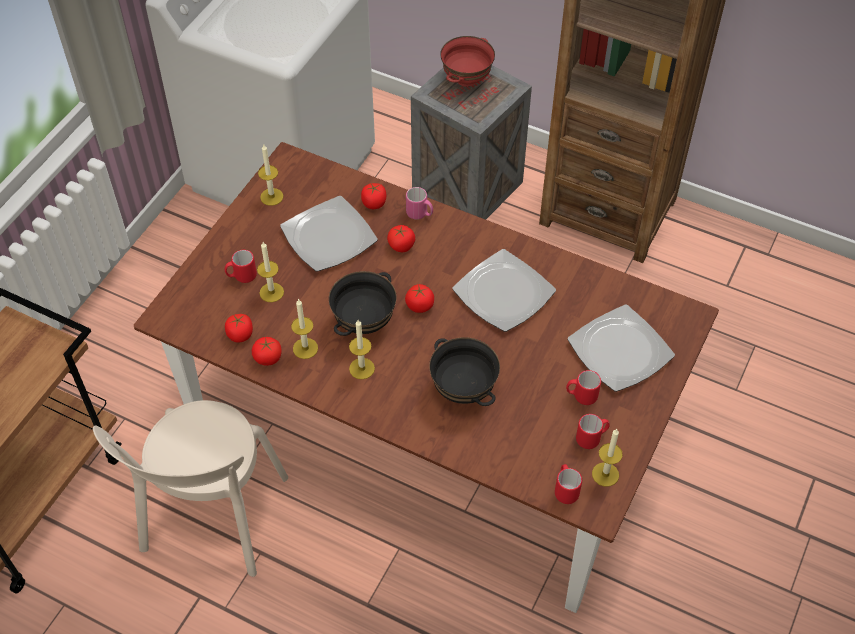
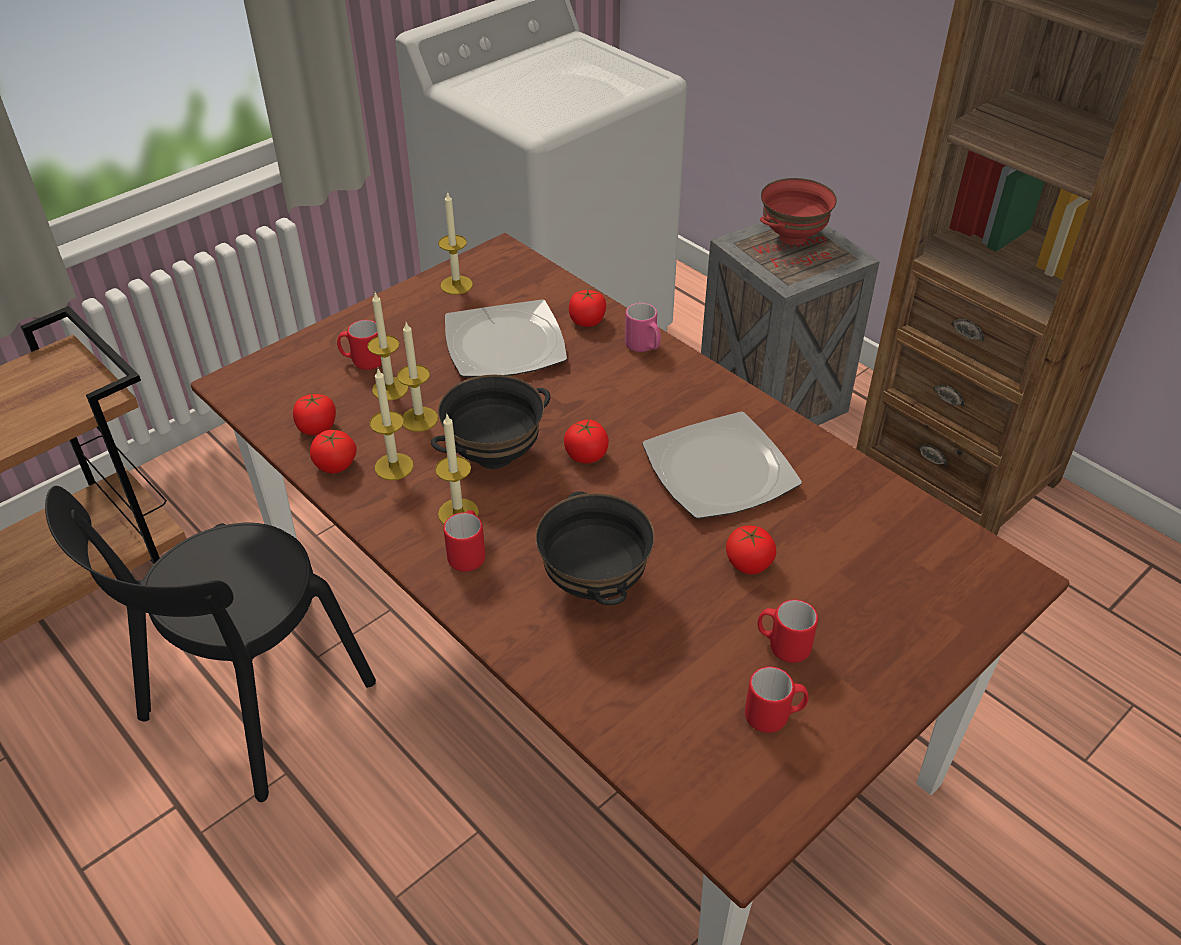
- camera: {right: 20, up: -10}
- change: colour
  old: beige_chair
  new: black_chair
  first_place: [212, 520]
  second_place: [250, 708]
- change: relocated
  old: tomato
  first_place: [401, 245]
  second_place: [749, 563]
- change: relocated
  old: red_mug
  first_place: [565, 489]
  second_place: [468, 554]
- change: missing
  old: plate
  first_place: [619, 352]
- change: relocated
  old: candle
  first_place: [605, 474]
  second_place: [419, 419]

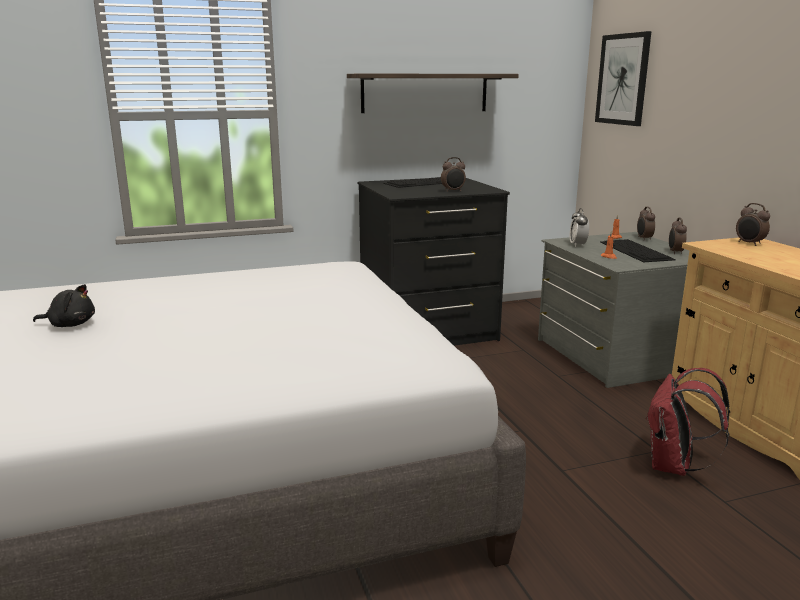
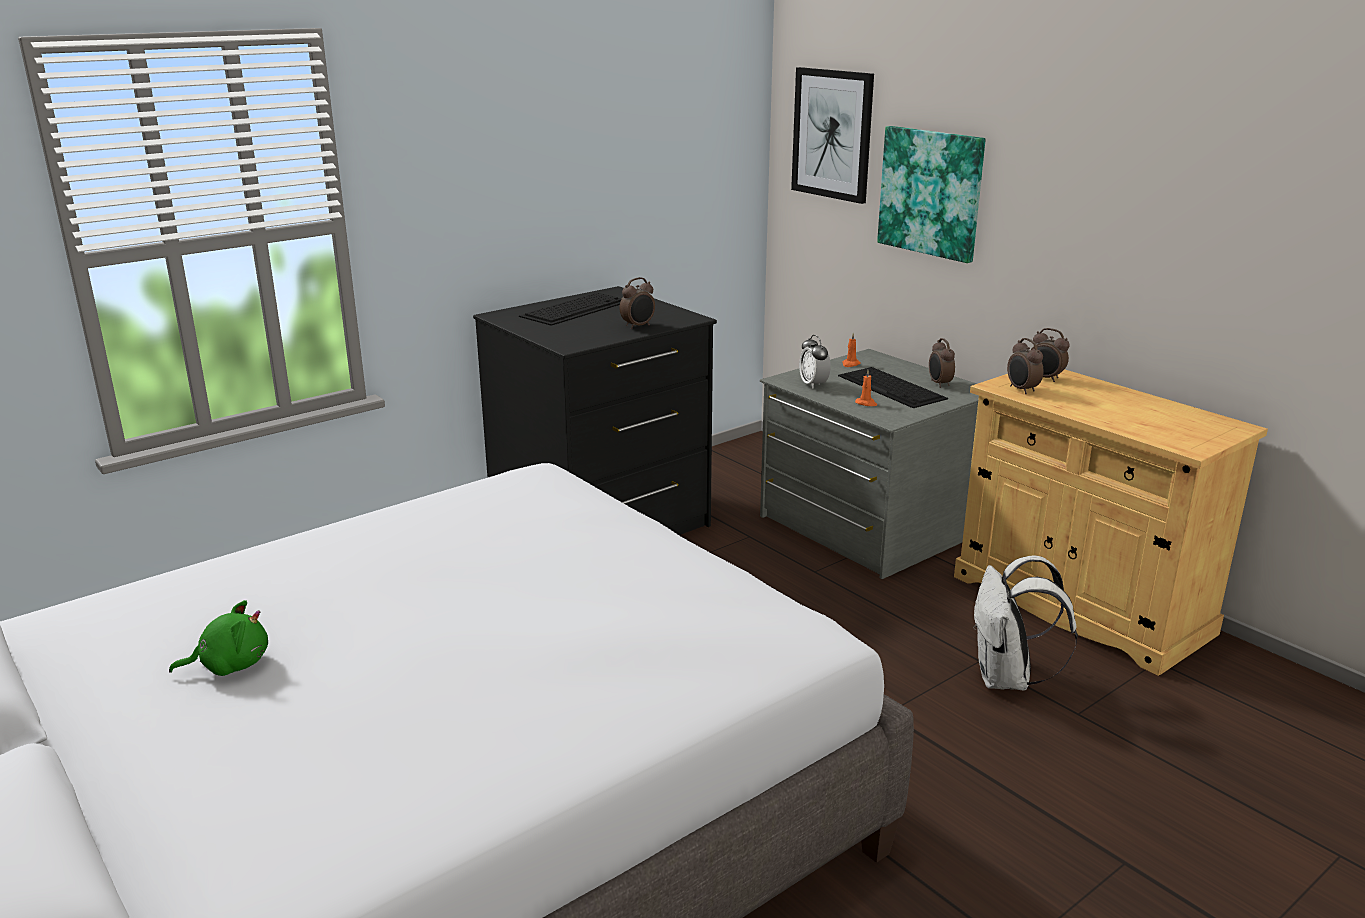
- camera: {right: -20, up: 5}
- change: colour
  old: black_plush_toy
  new: green_plush_toy
  first_place: [70, 324]
  second_place: [230, 665]
- change: missing
  old: shelf
  first_place: [425, 93]
- change: relocated
  old: alarm_clock
  first_place: [644, 239]
  second_place: [1021, 390]
- change: colour
  old: red_backpack
  new: white_backpack
  first_place: [674, 466]
  second_place: [1007, 679]
- change: appeared
  new: picture
  second_place: [931, 192]

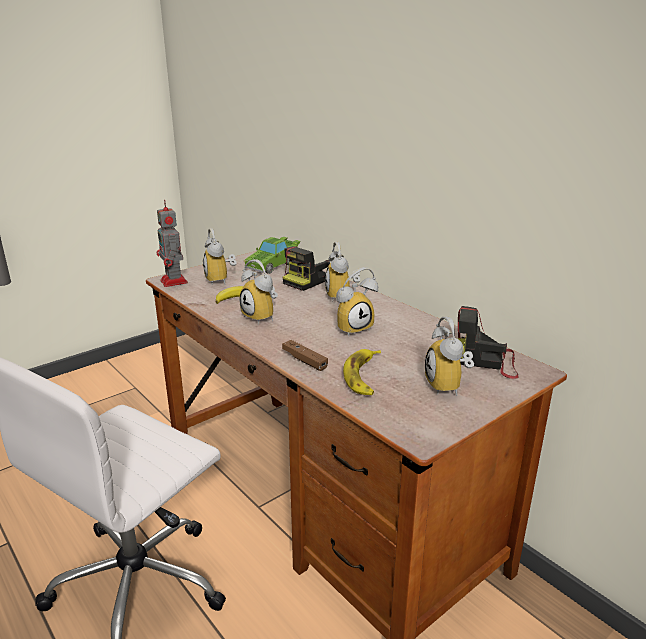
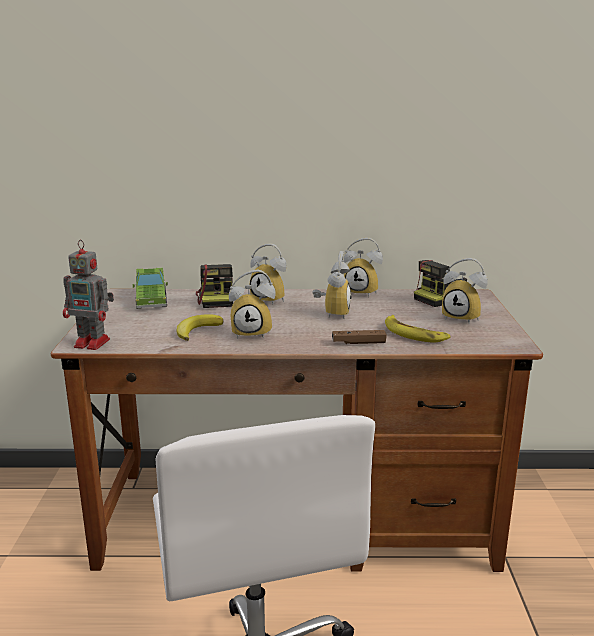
- camera: {right: -50, up: -5}
- change: relocated
  old: alarm_clock
  first_place: [221, 280]
  second_place: [363, 292]

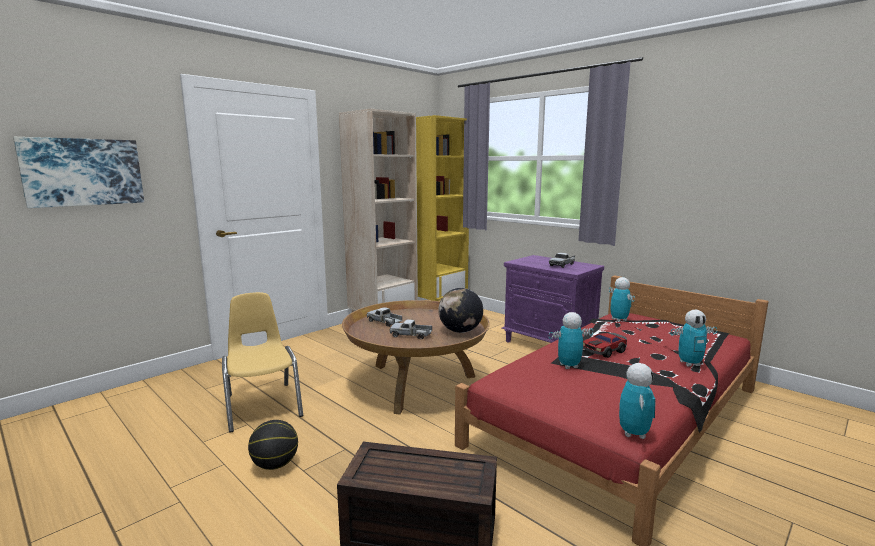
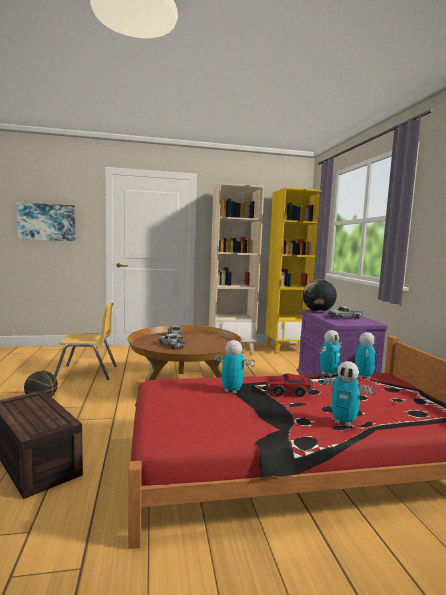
- camera: {right: 35, up: -5}
- change: spun
  old: yellow_chair
  first_place: [263, 405]
  second_place: [87, 372]
  degrees: 75
- change: relocated
  old: globe
  first_place: [460, 331]
  second_place: [318, 311]
- change: relocated
  old: toy_robot
  first_place: [633, 433]
  second_place: [329, 374]

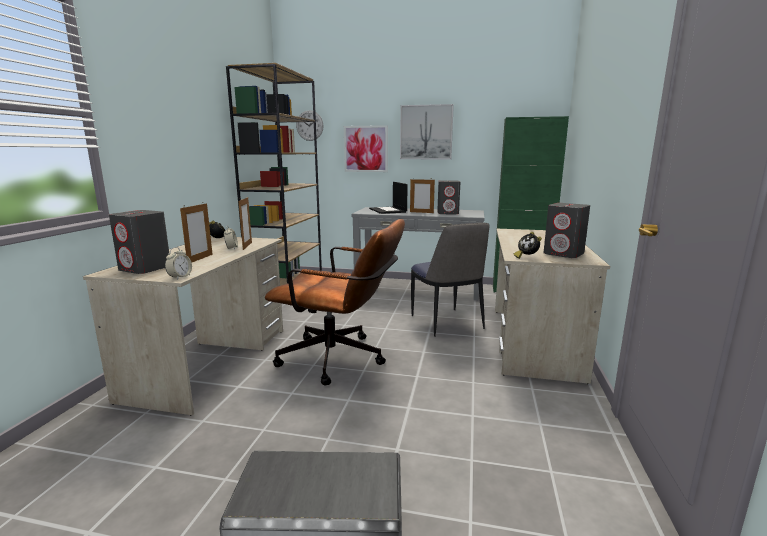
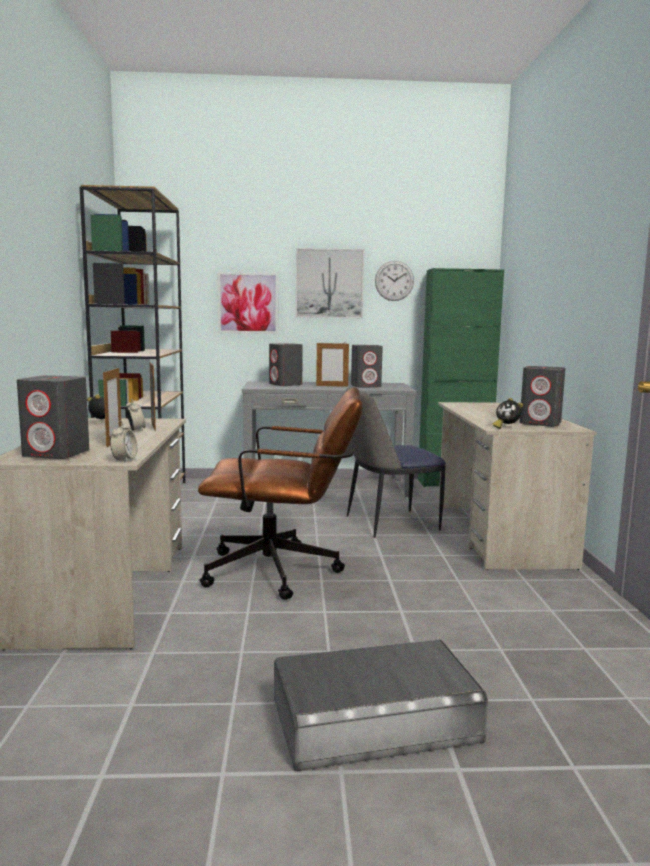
- camera: {right: -15, up: -5}
- change: relocated
  old: wall_clock
  first_place: [309, 125]
  second_place: [394, 281]
- change: exchanged
  old: laptop
  new: grey_speaker
  first_place: [388, 210]
  second_place: [285, 384]
- change: spun
  old: chair
  first_place: [447, 323]
  second_place: [389, 523]
  degrees: 105

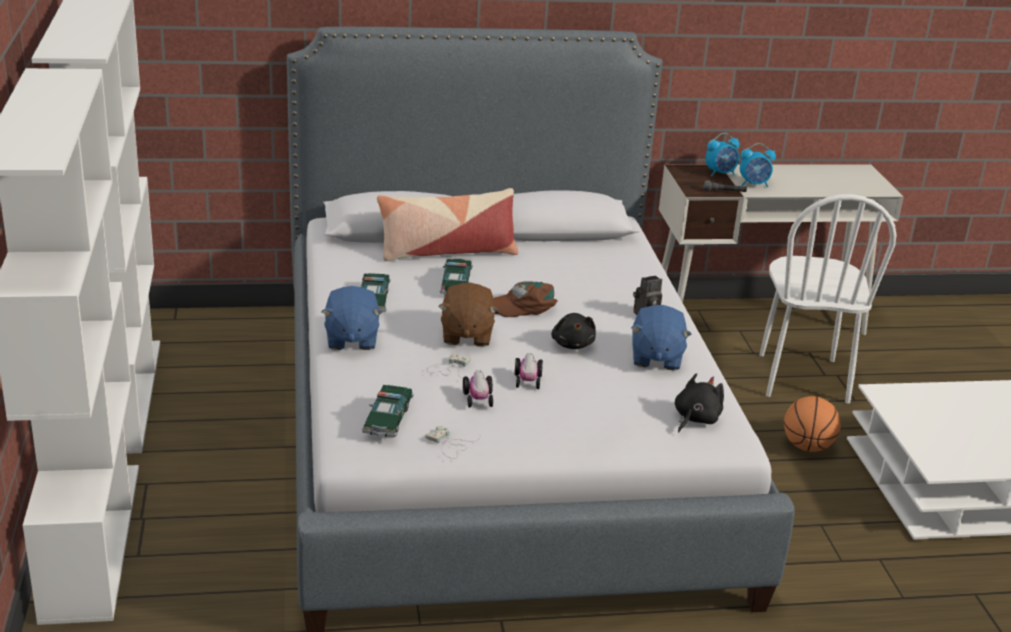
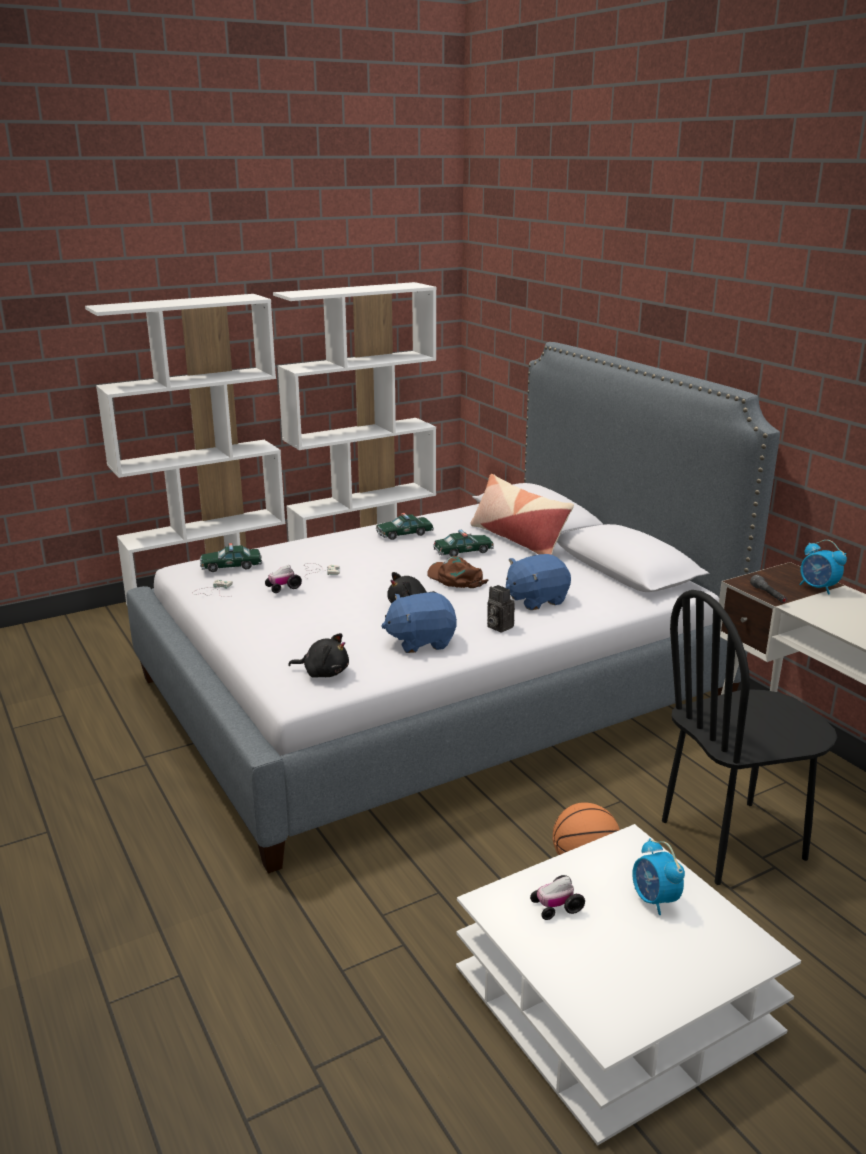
- camera: {right: 70, up: -5}
- change: relocated
  old: blue_plush_toy
  first_place: [351, 339]
  second_place: [536, 600]
- change: missing
  old: brown_plush_toy
  first_place: [466, 335]
- change: relocated
  old: toy_car
  first_place: [527, 380]
  second_place: [556, 906]
- change: relocated
  old: alarm_clock
  first_place: [754, 184]
  second_place: [654, 900]
- change: colour
  old: white_chair
  new: black_chair
  first_place: [802, 378]
  second_place: [733, 840]

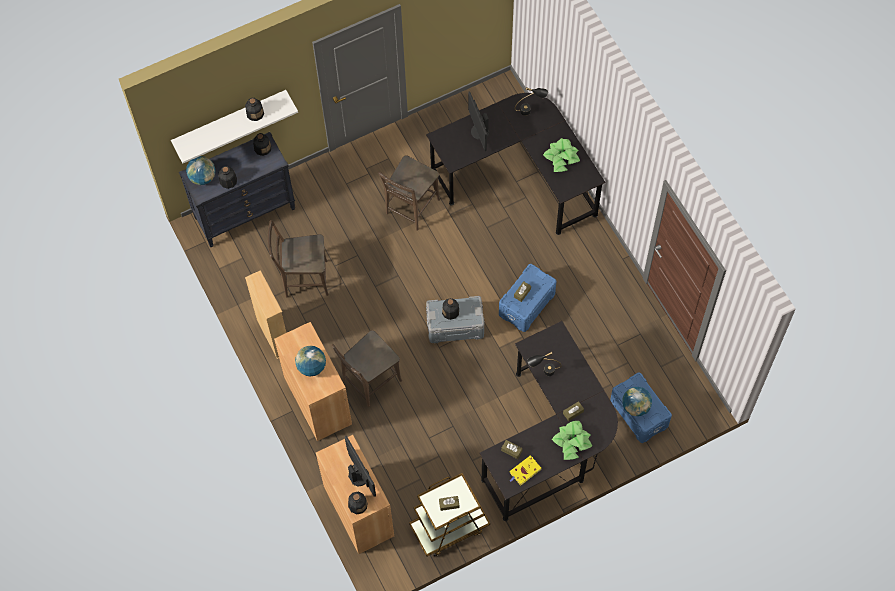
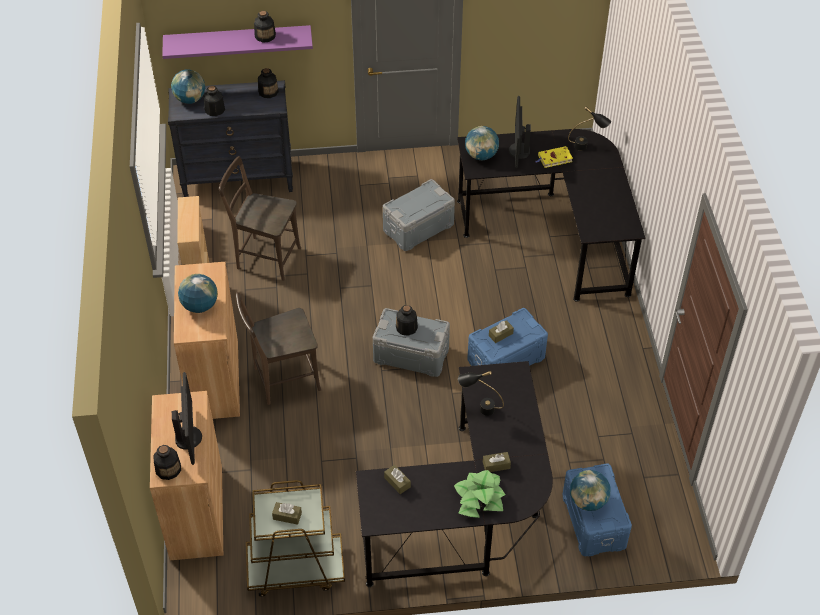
- camera: {right: 20, up: -15}
- change: colour
  old: white_shelf
  new: purple_shelf
  first_place: [230, 120]
  second_place: [238, 41]
- change: exchanged
  old: brown_chair
  new: grey_storage_box
  first_place: [410, 208]
  second_place: [418, 227]
- change: relocated
  old: yellow_book
  first_place: [524, 471]
  second_place: [554, 159]
- change: missing
  old: potted_plant
  first_place: [561, 157]
- change: appeared
  new: globe
  second_place: [481, 155]

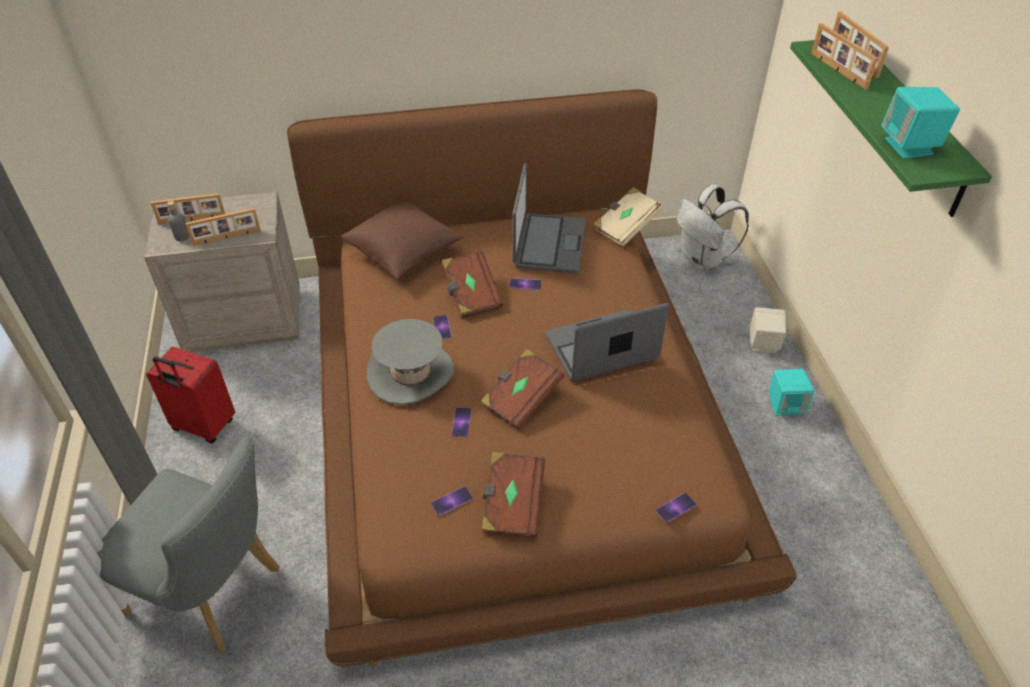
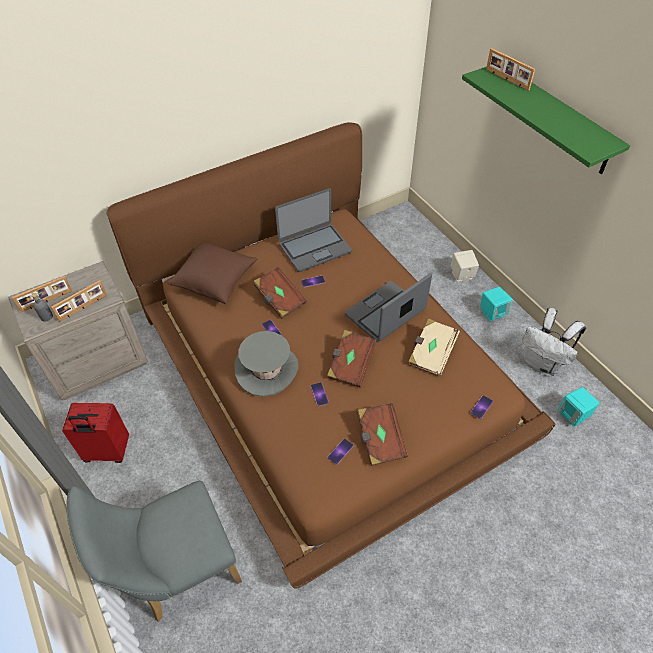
- camera: {right: -20, up: 5}
- change: spun
  old: grey_chair
  first_place: [214, 593]
  second_place: [178, 570]
  degrees: 150
- change: spun
  old: laptop
  first_place: [548, 244]
  second_place: [314, 248]
  degrees: 75
- change: relocated
  old: beige_book
  first_place: [625, 227]
  second_place: [431, 353]
- change: relocated
  old: white_backpack
  first_place: [703, 259]
  second_place: [542, 364]
- change: missing
  old: picture_frame
  first_place: [837, 71]
- change: relocated
  old: turquoise_speaker
  first_place: [909, 146]
  second_place: [573, 415]

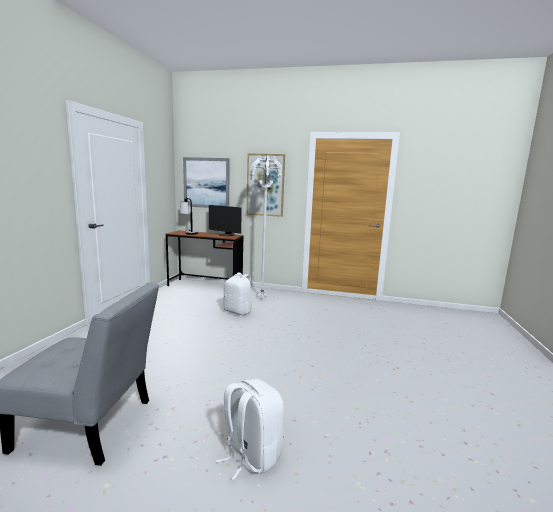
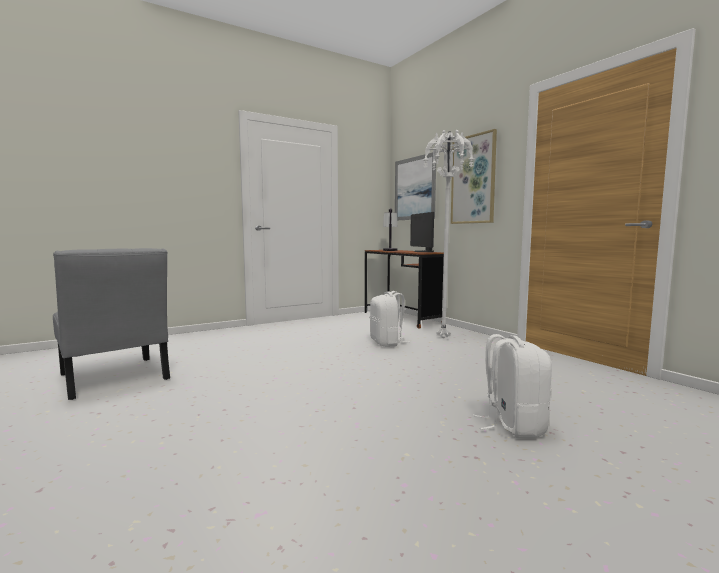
- camera: {right: 45, up: -5}
- change: relocated
  old: white_backpack
  first_place: [250, 455]
  second_place: [513, 425]

